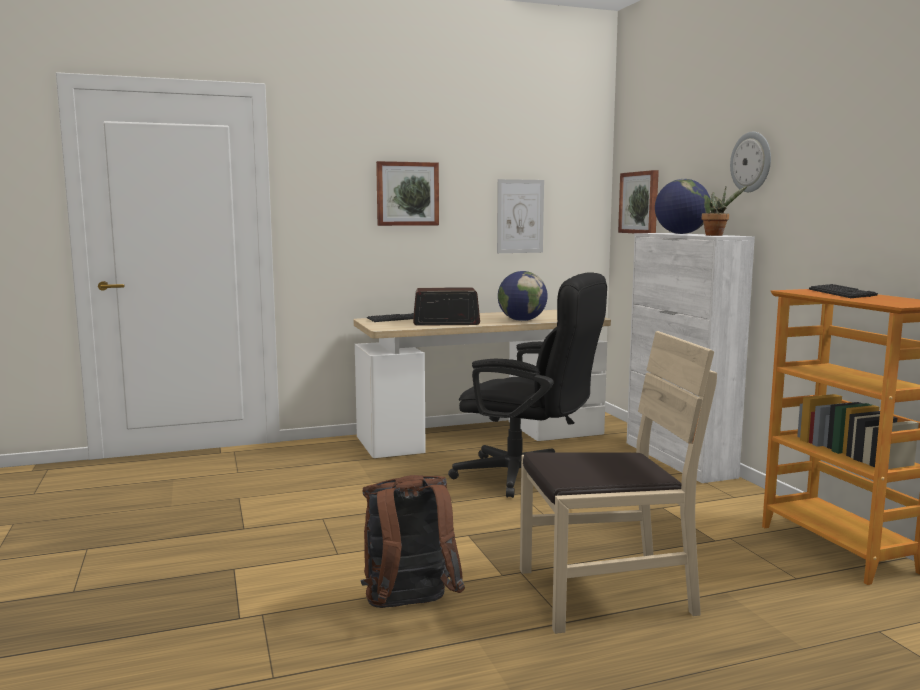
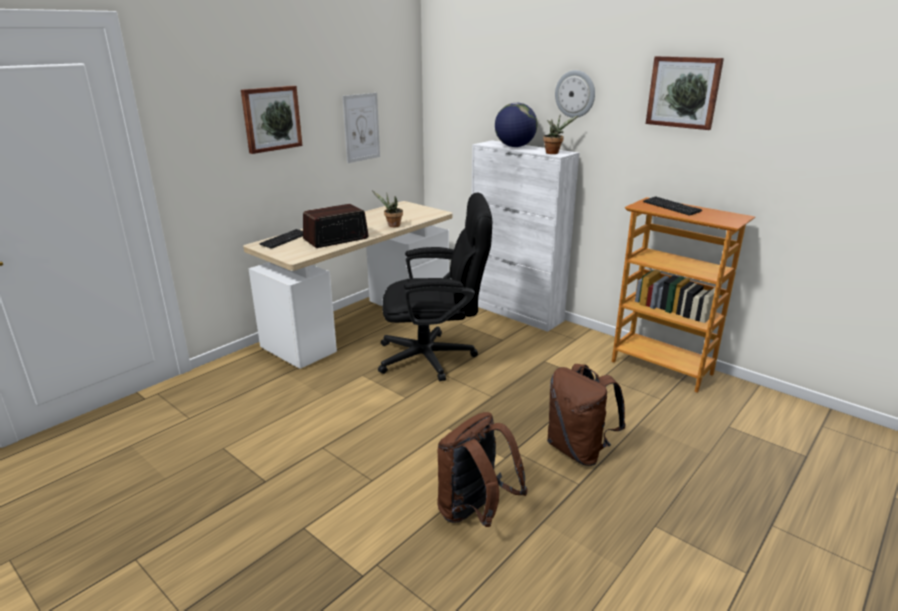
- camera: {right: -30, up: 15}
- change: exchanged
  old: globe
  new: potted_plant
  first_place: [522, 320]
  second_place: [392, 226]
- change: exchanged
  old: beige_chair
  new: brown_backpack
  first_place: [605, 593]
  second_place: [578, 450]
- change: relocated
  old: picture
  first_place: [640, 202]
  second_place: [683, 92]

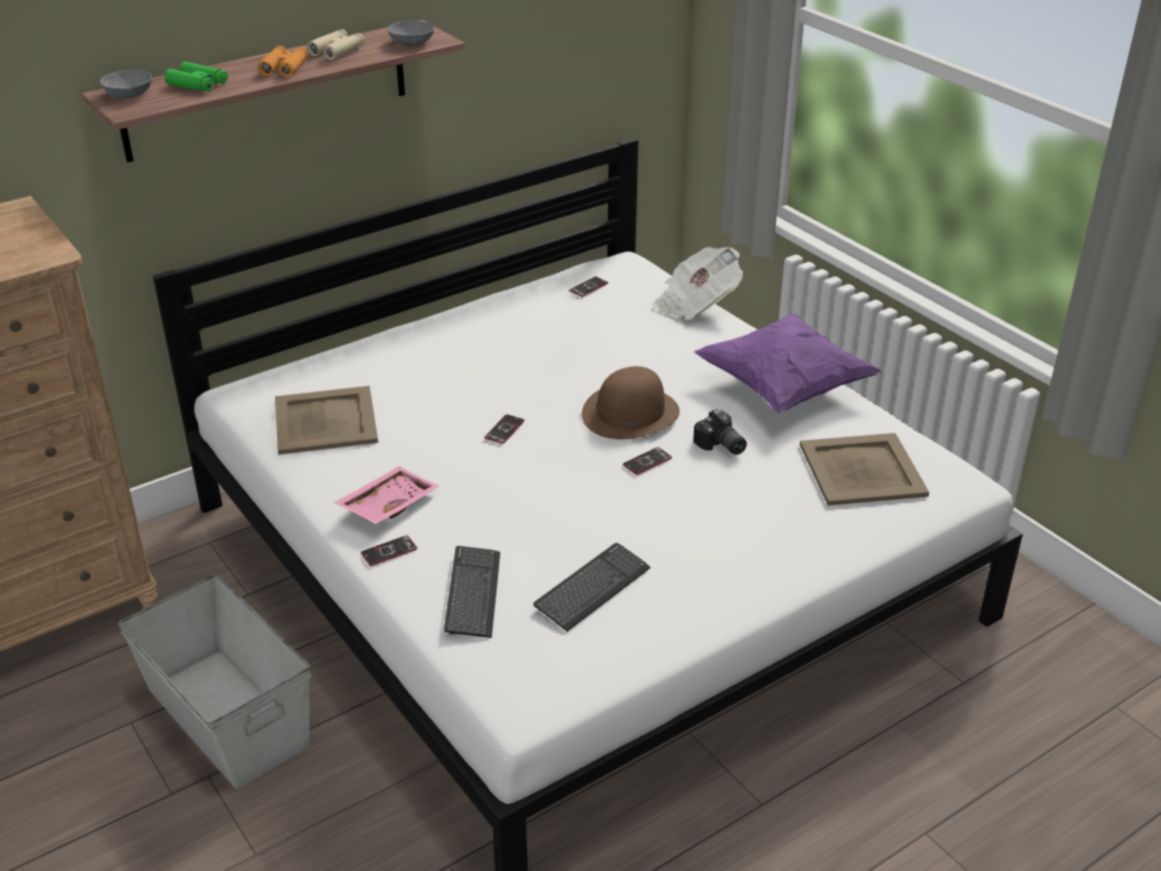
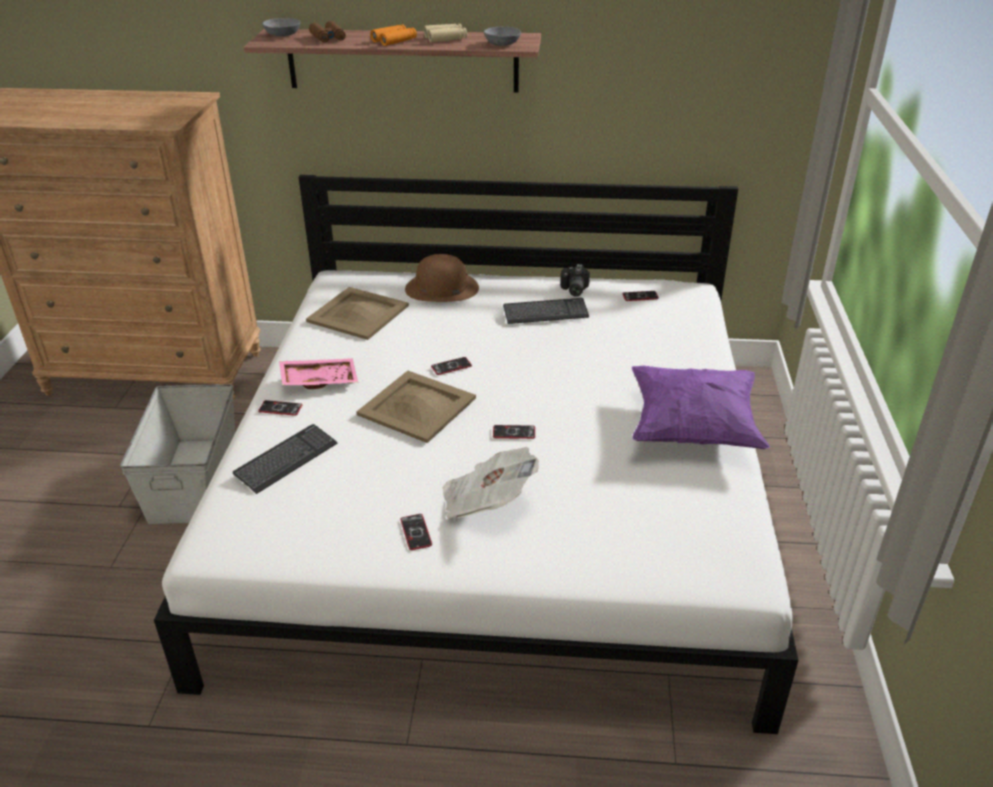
- camera: {right: 40, up: 0}
- change: colour
  old: green_binoculars
  new: brown_binoculars
  first_place: [198, 84]
  second_place: [328, 38]
- change: relocated
  old: keyboard
  first_place: [592, 588]
  second_place: [545, 313]
- change: relocated
  old: brown_hat
  first_place: [630, 413]
  second_place: [441, 288]
- change: relocated
  old: newspaper
  first_place: [695, 303]
  second_place: [487, 502]
- change: relocated
  old: photo_camera
  first_place: [720, 446]
  second_place: [573, 290]
- change: relocated
  old: beige_tray
  first_place: [863, 470]
  second_place: [417, 407]
- change: appeared
  new: phone
  second_place: [416, 532]

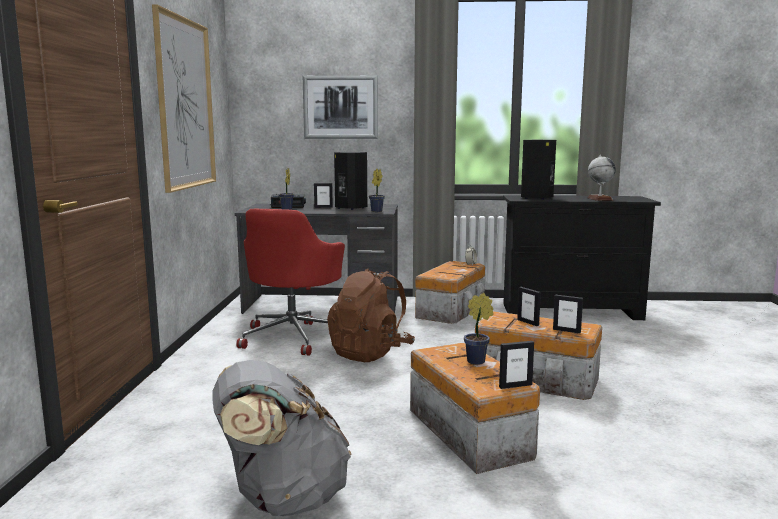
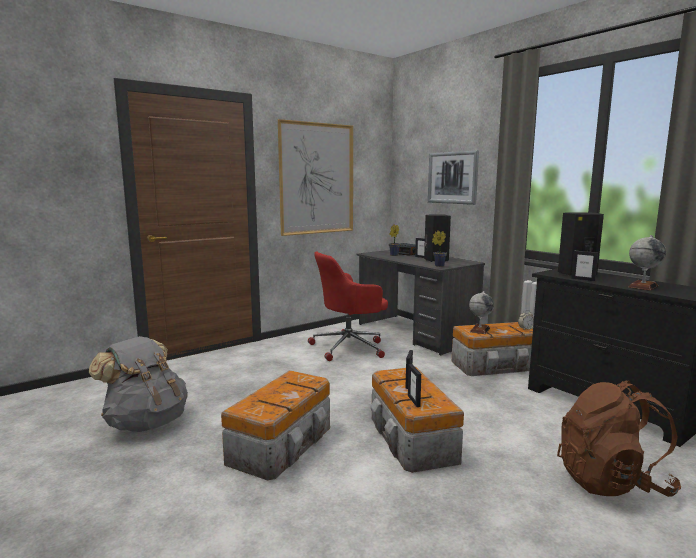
- camera: {right: 50, up: 0}
- change: relocated
  old: brown_backpack
  first_place: [370, 353]
  second_place: [611, 482]
- change: missing
  old: potted_plant
  first_place: [478, 361]
- change: relocated
  old: picture_frame
  first_place: [515, 386]
  second_place: [583, 279]
- change: appeared
  new: globe
  second_place: [480, 330]

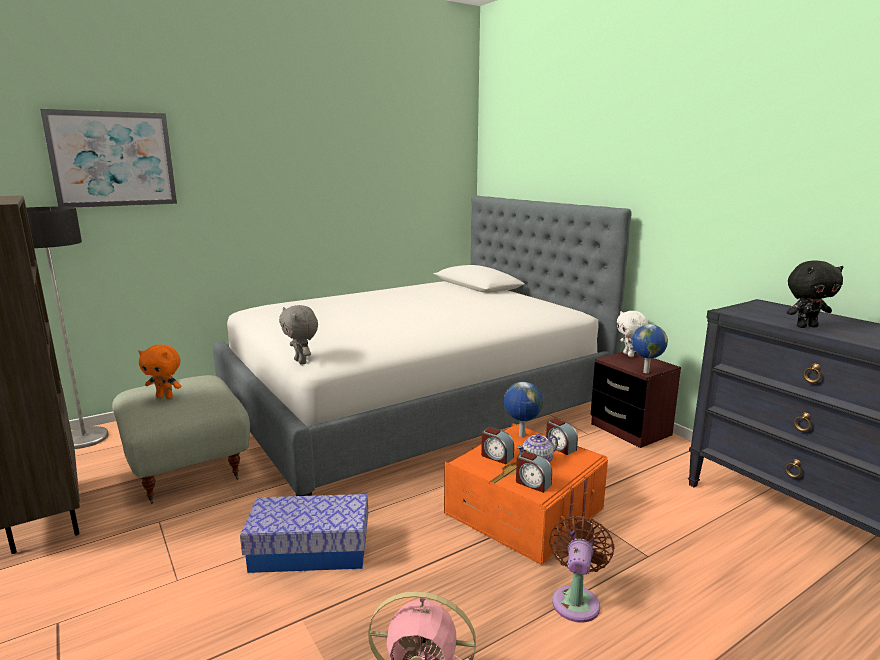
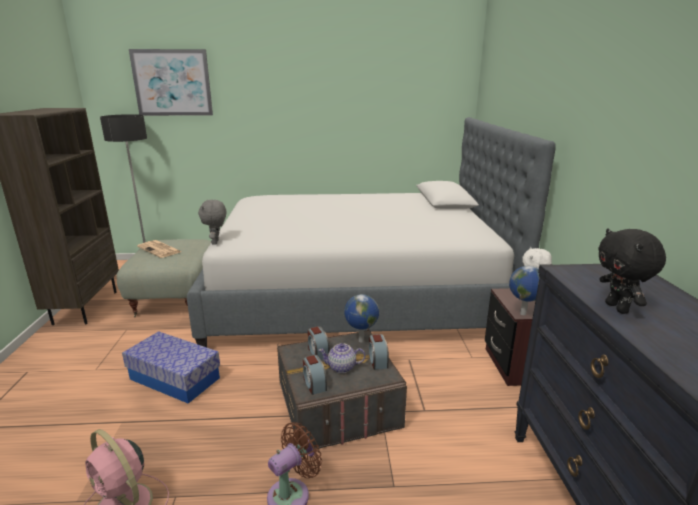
- camera: {right: 30, up: 5}
- change: exchanged
  old: orange_plush_toy
  new: newspaper
  first_place: [165, 397]
  second_place: [160, 249]
- change: colour
  old: orange_storage_box
  new: grey_storage_box
  first_place: [524, 512]
  second_place: [338, 405]
- change: spun
  old: black_plush_toy
  first_place: [806, 326]
  second_place: [618, 308]
  degrees: 60

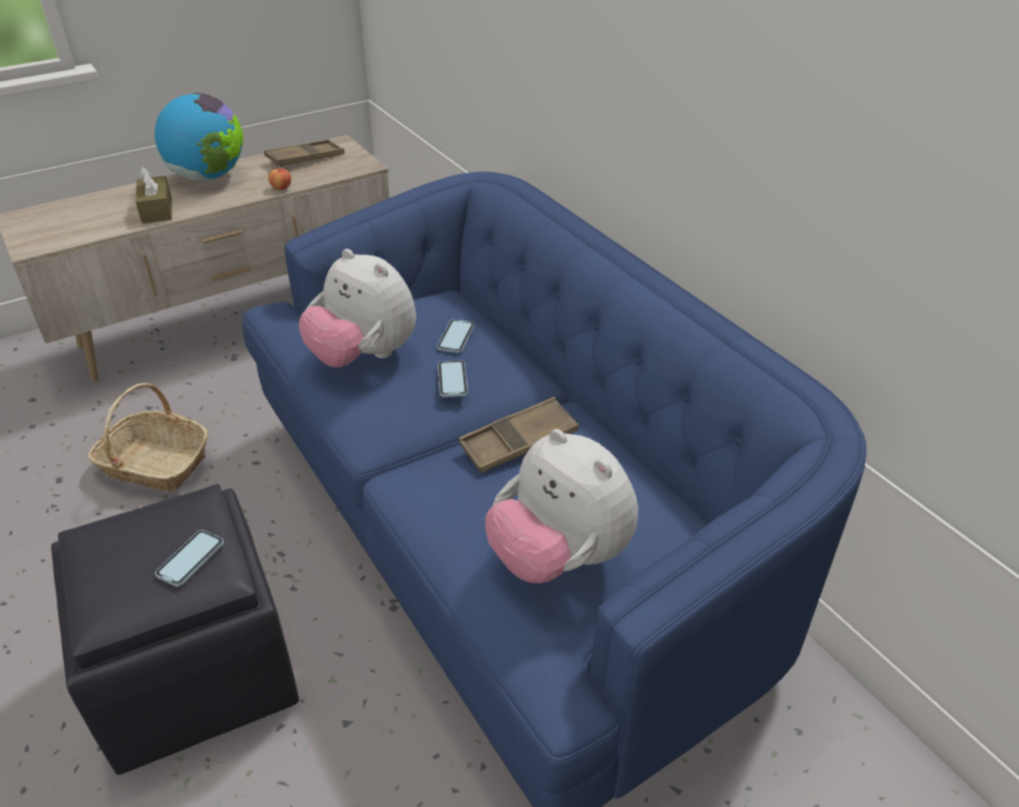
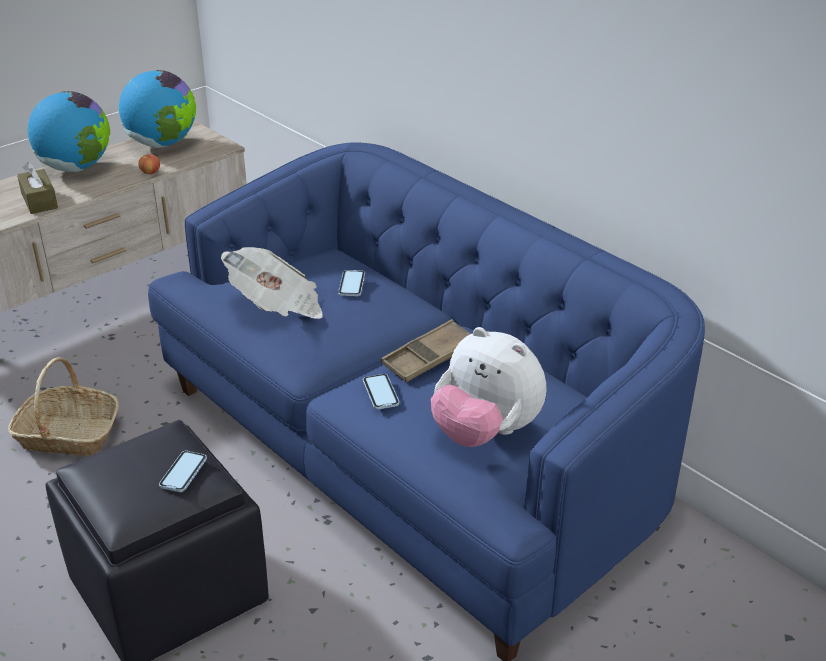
- camera: {right: -10, up: -5}
- change: exchanged
  old: brown_tray
  new: globe
  first_place: [305, 158]
  second_place: [162, 144]
- change: exchanged
  old: plush_toy
  new: newspaper
  first_place: [363, 356]
  second_place: [277, 306]
- change: relocated
  old: phone
  first_place: [452, 380]
  second_place: [380, 393]

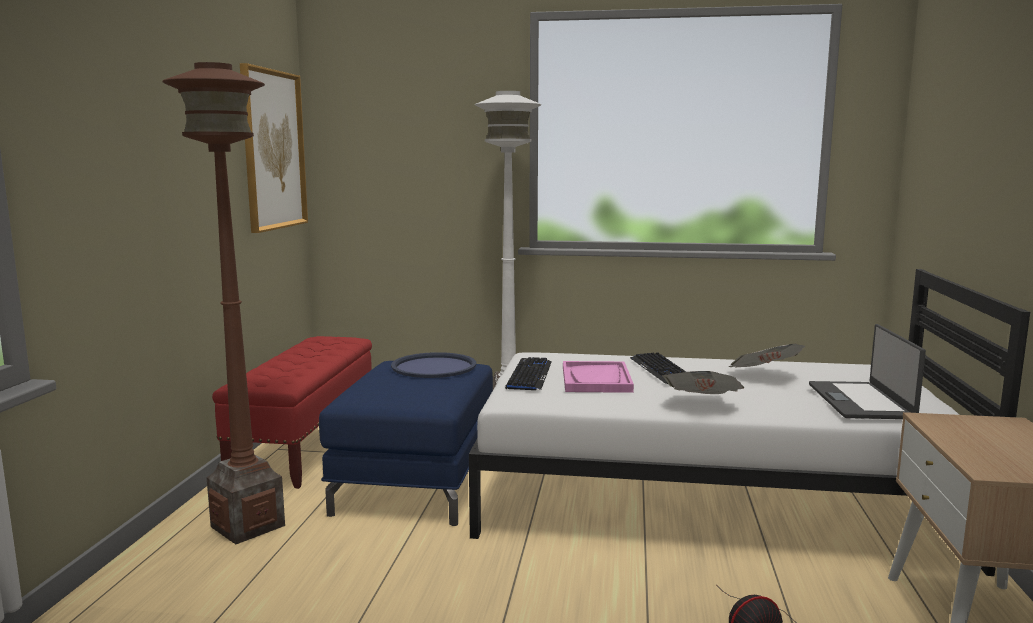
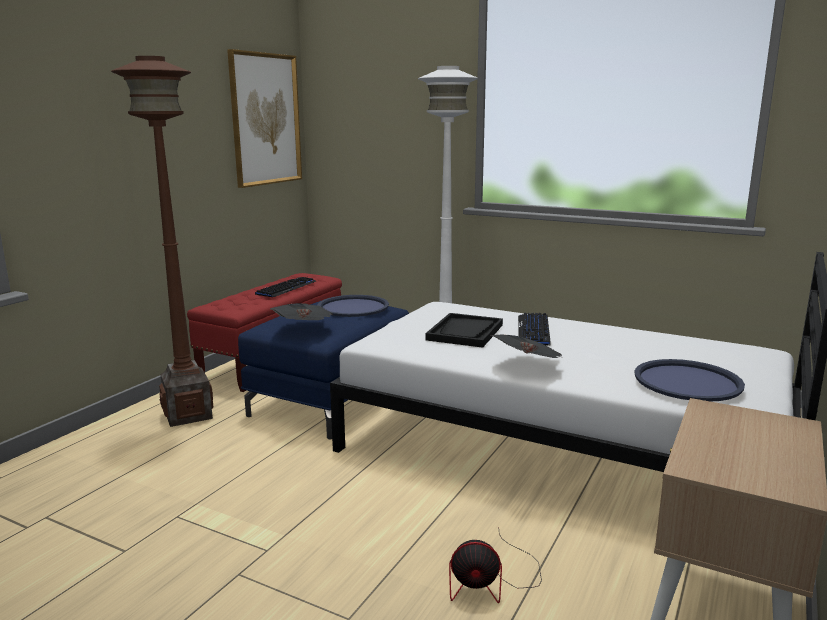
- camera: {right: 20, up: 5}
- change: relocated
  old: keyboard
  first_place: [529, 375]
  second_place: [286, 288]
- change: colour
  old: pink_tray
  new: black_tray
  first_place: [596, 380]
  second_place: [465, 332]
- change: relocated
  old: newspaper
  first_place: [764, 375]
  second_place: [304, 329]
- change: exchanged
  old: laptop
  new: blue_tray
  first_place: [861, 401]
  second_place: [687, 381]

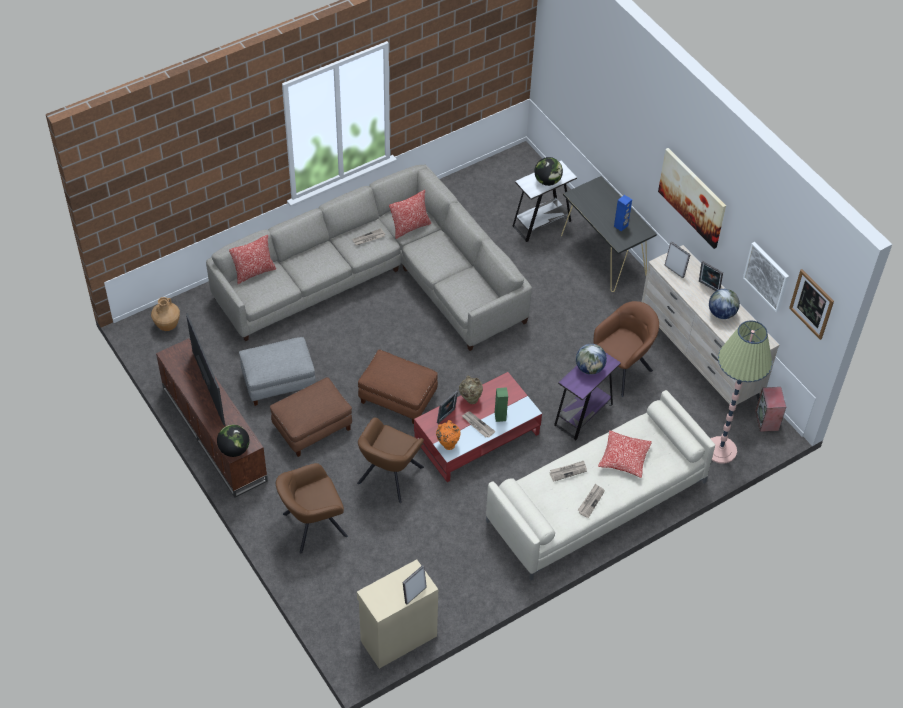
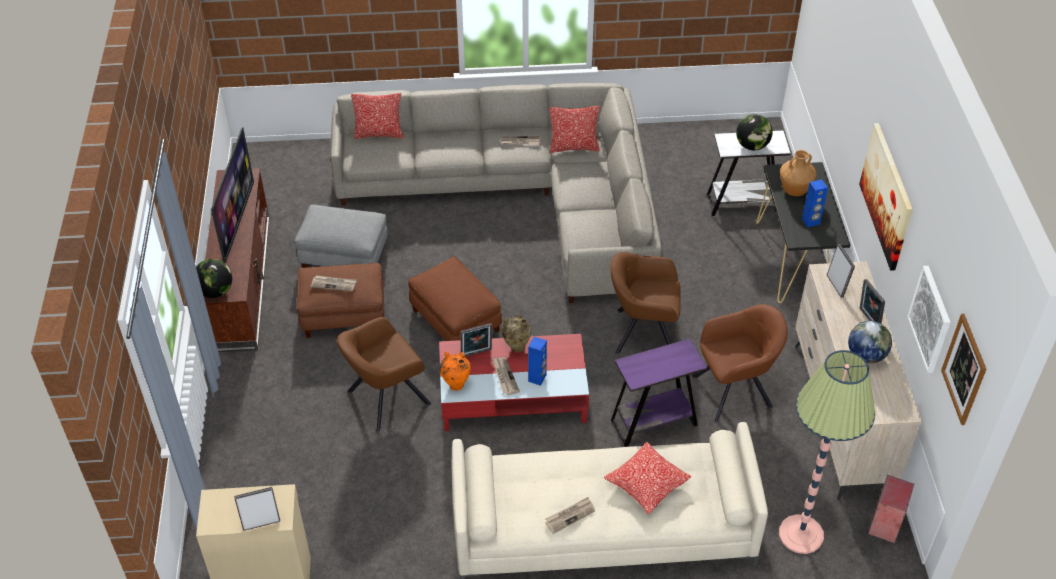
- camera: {right: 30, up: -5}
- change: relocated
  old: brown_vase
  first_place: [167, 326]
  second_place: [794, 191]
- change: relocated
  old: brown_armchair
  first_place: [312, 526]
  second_place: [642, 332]
- change: colour
  old: green_speaker
  new: blue_speaker
  first_place: [500, 416]
  second_place: [537, 378]
- change: relocated
  old: newspaper
  first_place: [568, 471]
  second_place: [334, 284]
- change: missing
  old: globe
  first_place: [589, 368]

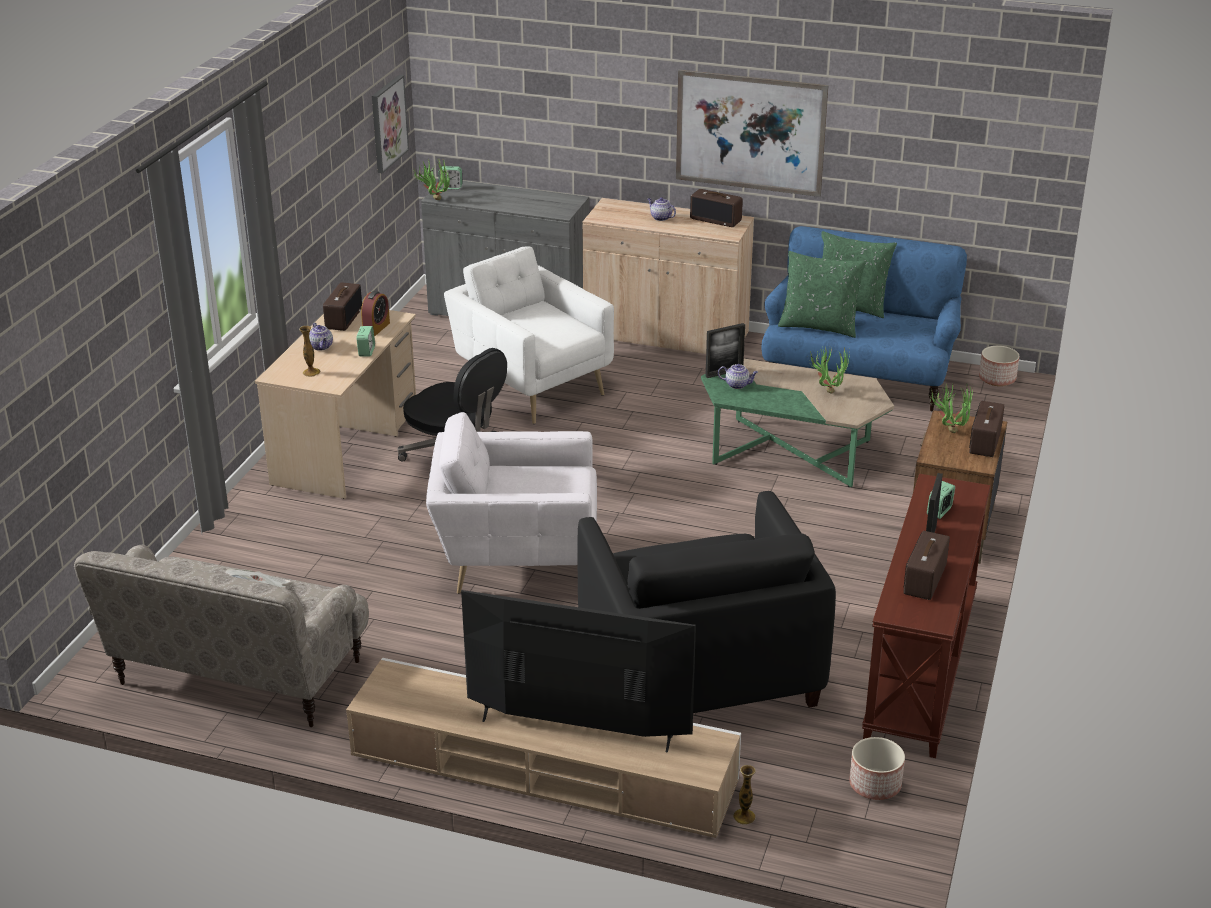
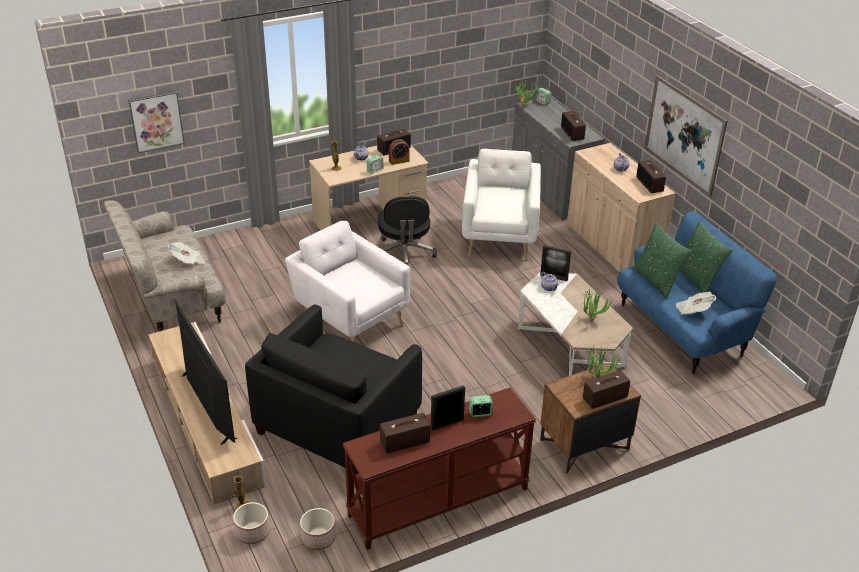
- camera: {right: 45, up: 5}
- change: relocated
  old: picture
  first_place: [388, 123]
  second_place: [156, 121]
- change: colour
  old: green_coffee_table
  new: white_coffee_table
  first_place: [792, 452]
  second_place: [570, 348]
- change: relocated
  old: planter
  first_place: [997, 379]
  second_place: [253, 532]
- change: appeared
  new: radio
  second_place: [572, 133]
- change: appeared
  new: newspaper
  second_place: [693, 310]

